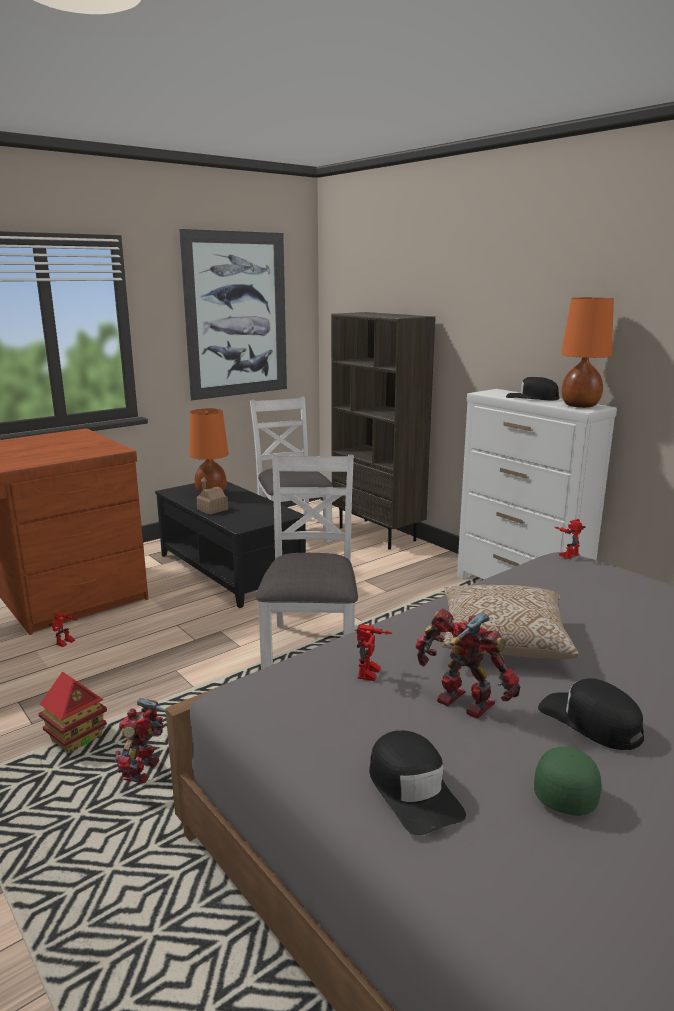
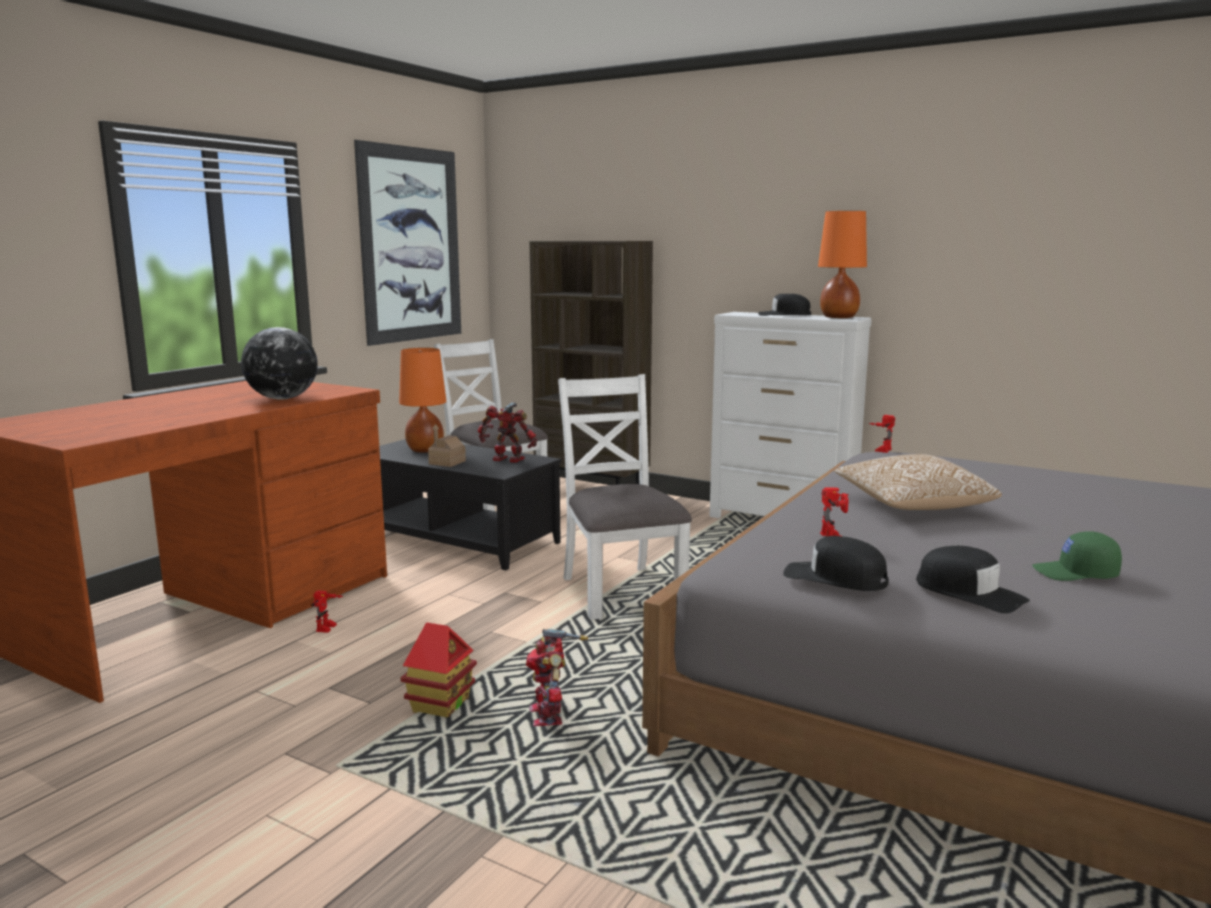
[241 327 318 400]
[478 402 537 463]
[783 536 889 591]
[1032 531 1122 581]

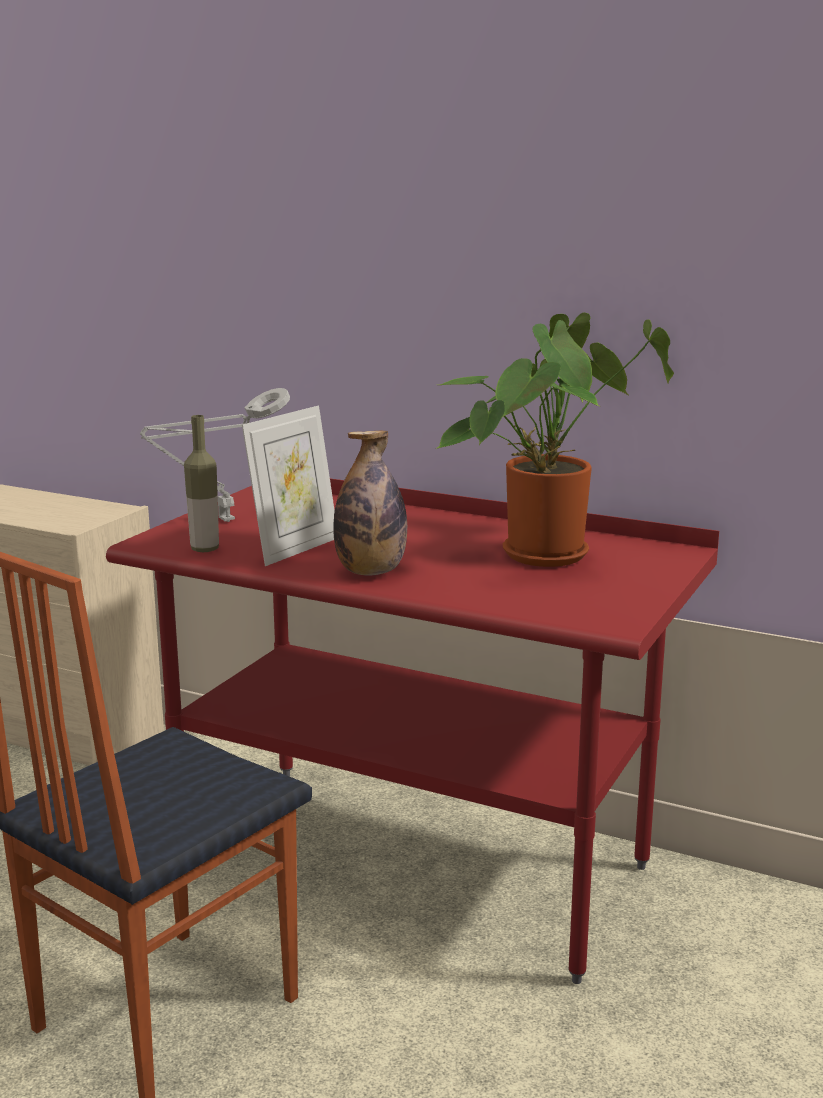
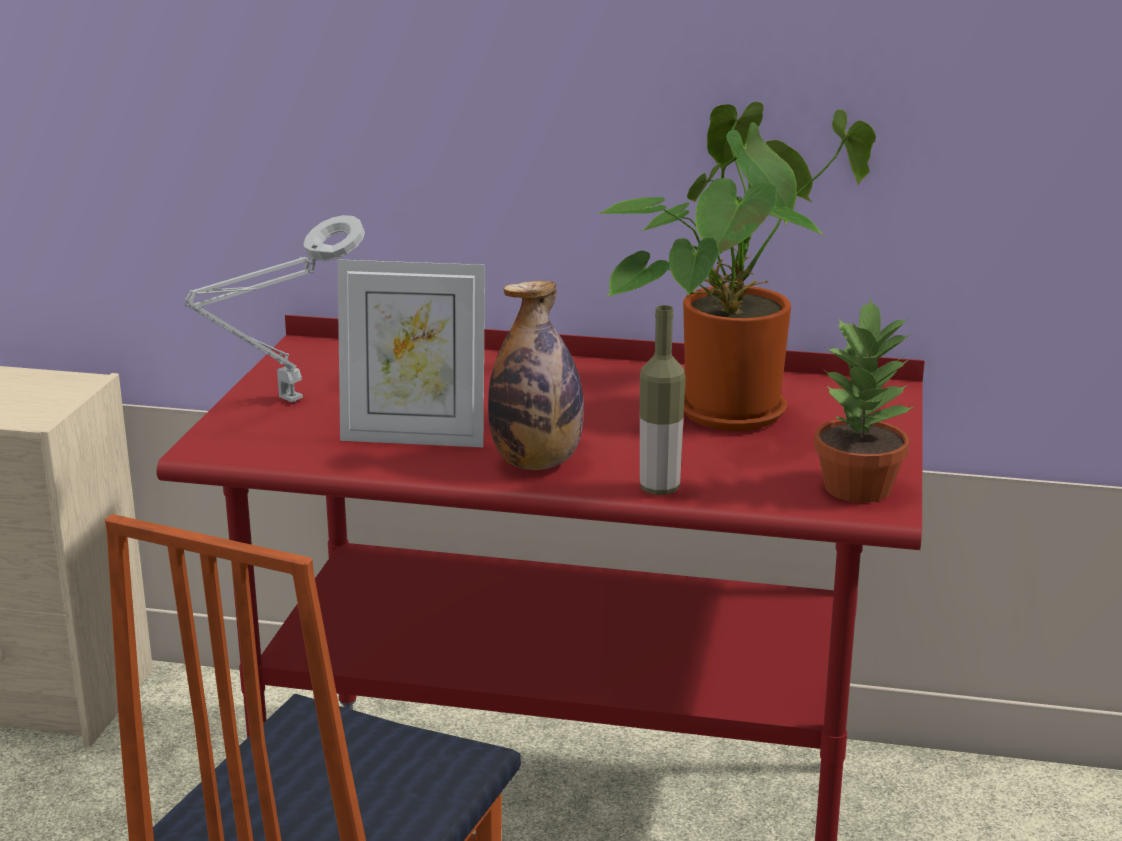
[337 260 485 447]
[640 305 685 495]
[814 299 914 503]

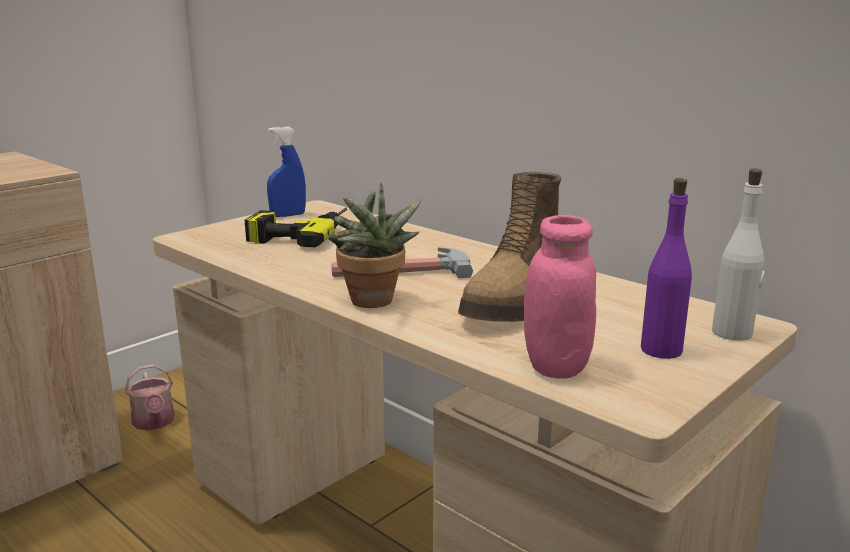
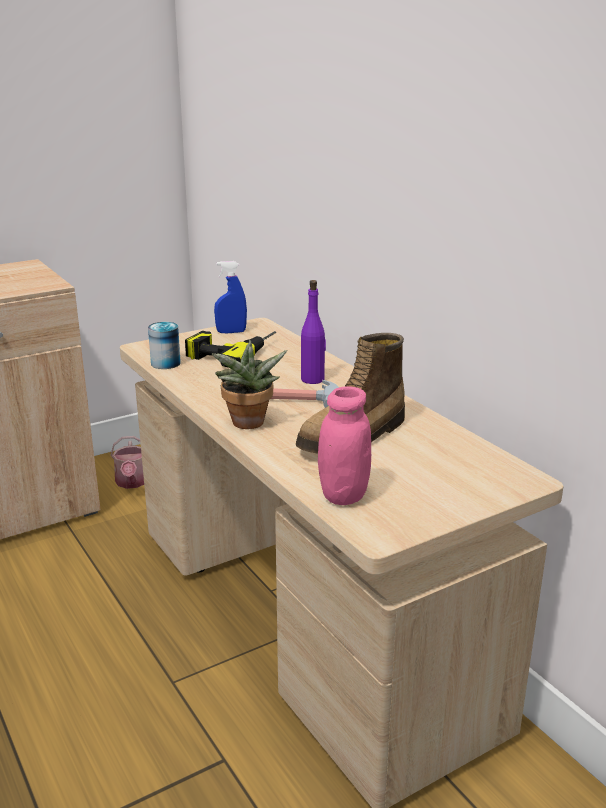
[148 322 181 369]
[301 280 326 384]
[712 168 764 341] (first image)

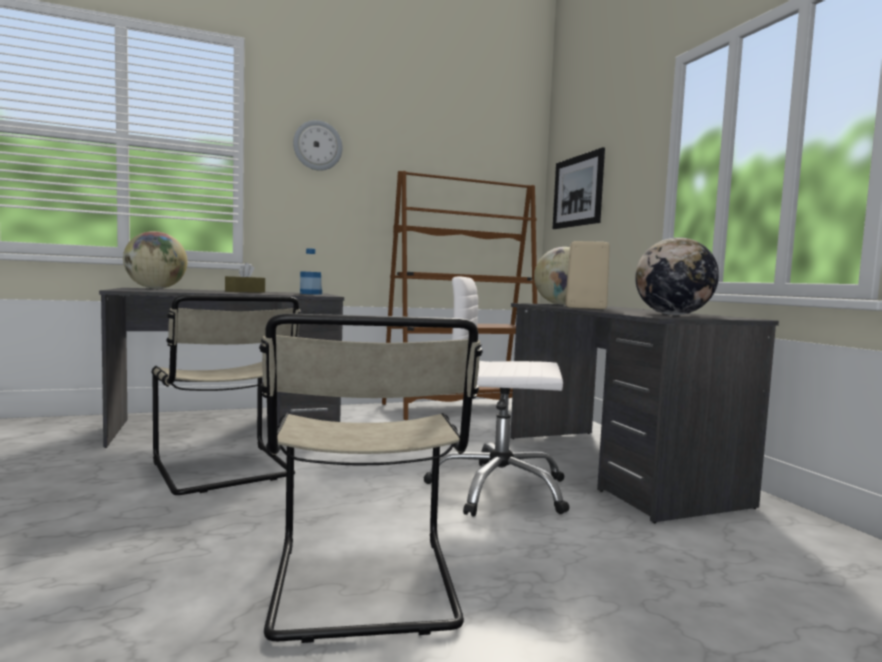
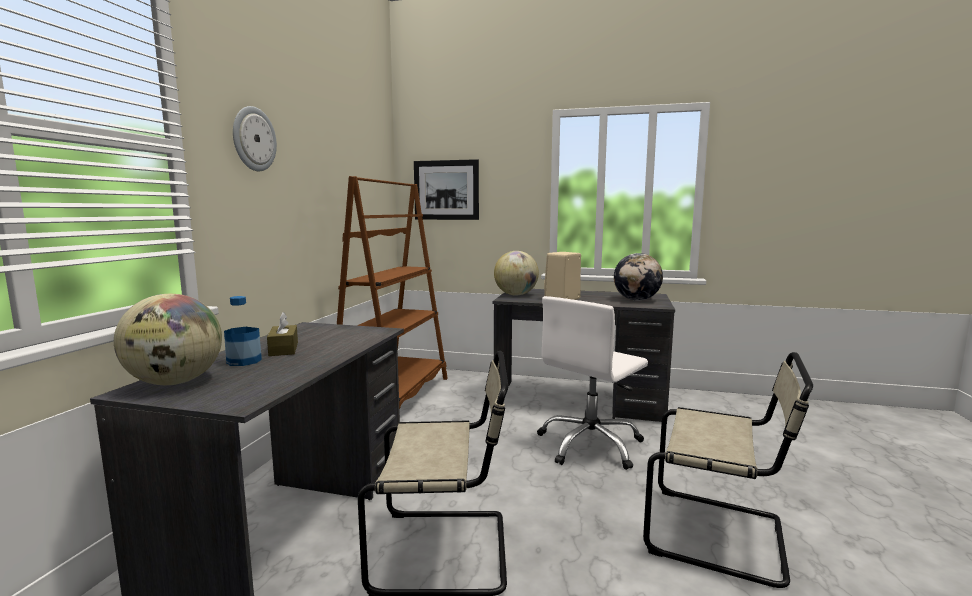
[224 296 262 366]

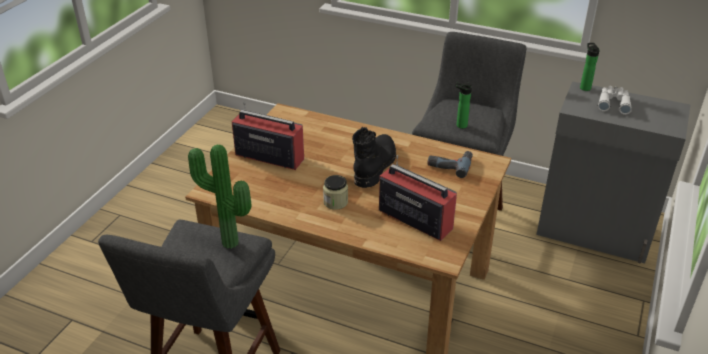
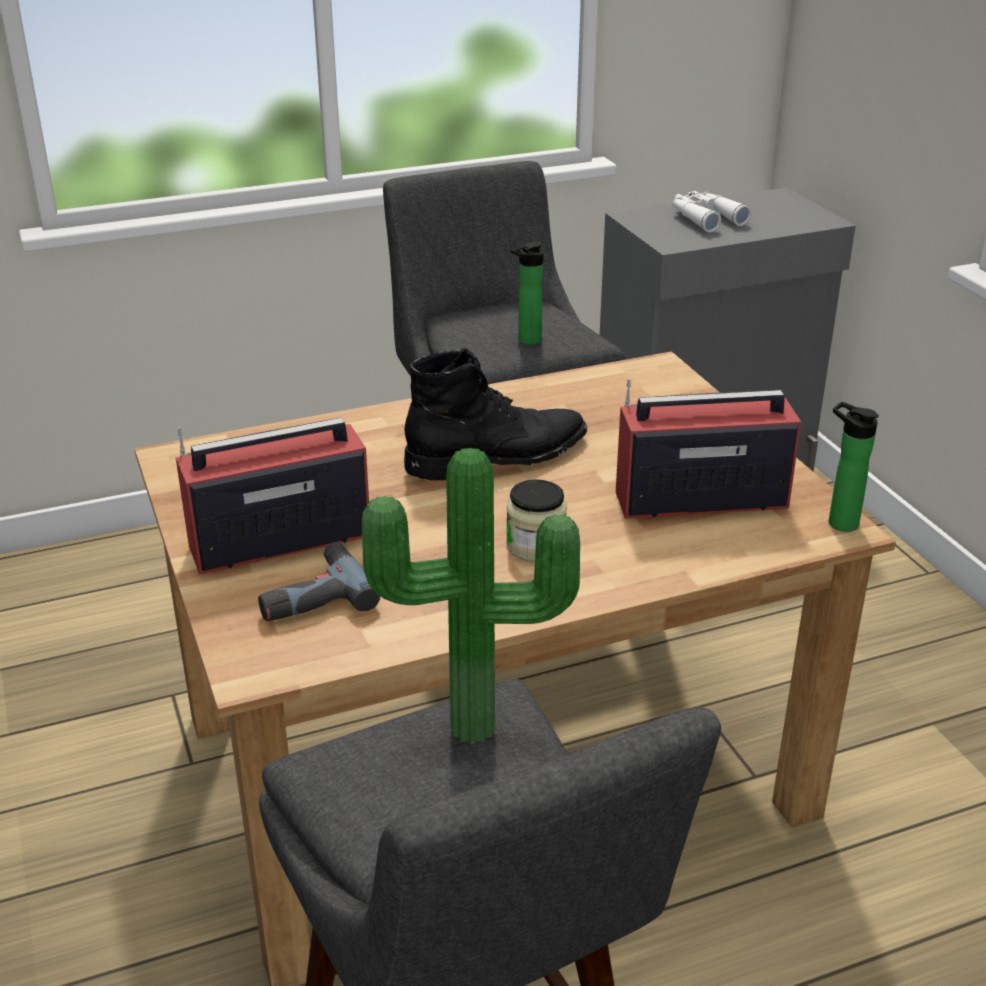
[258 542 380 621]
[404 348 588 481]
[829 402 879 532]

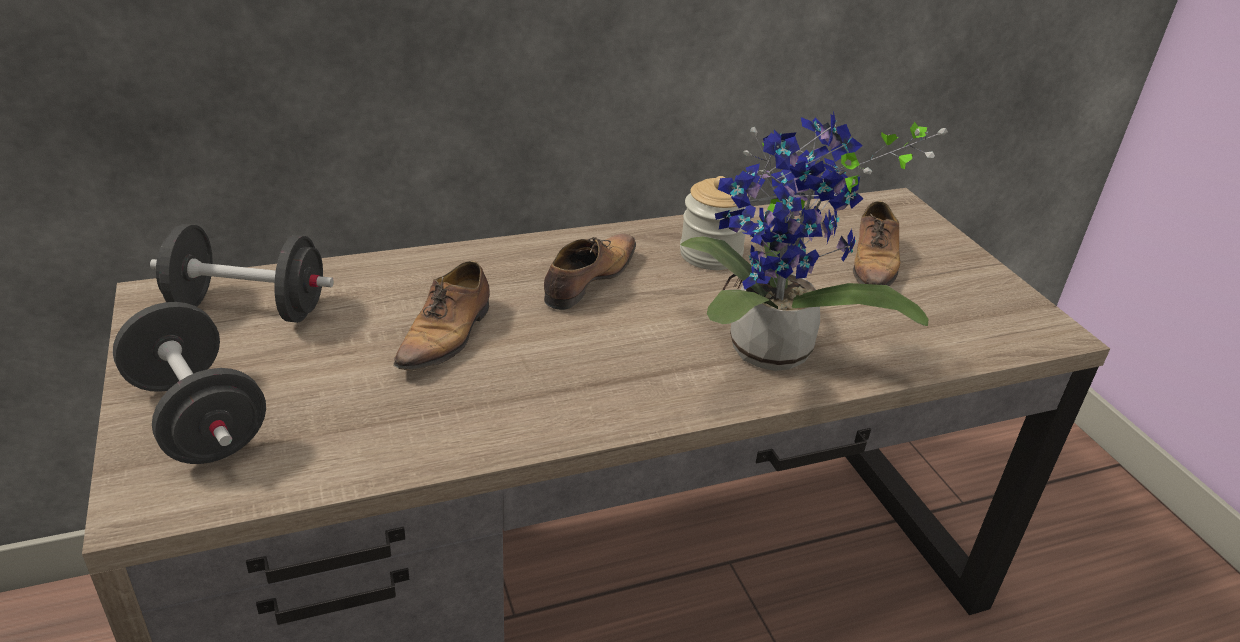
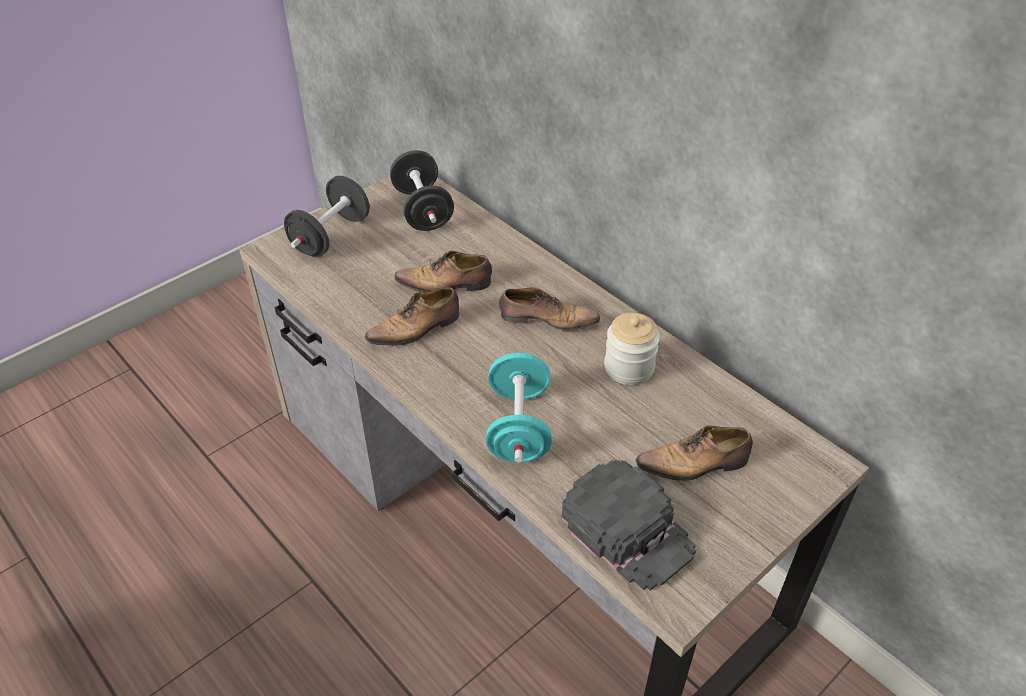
[365 287 459 346]
[486 353 552 463]
[562 460 696 591]

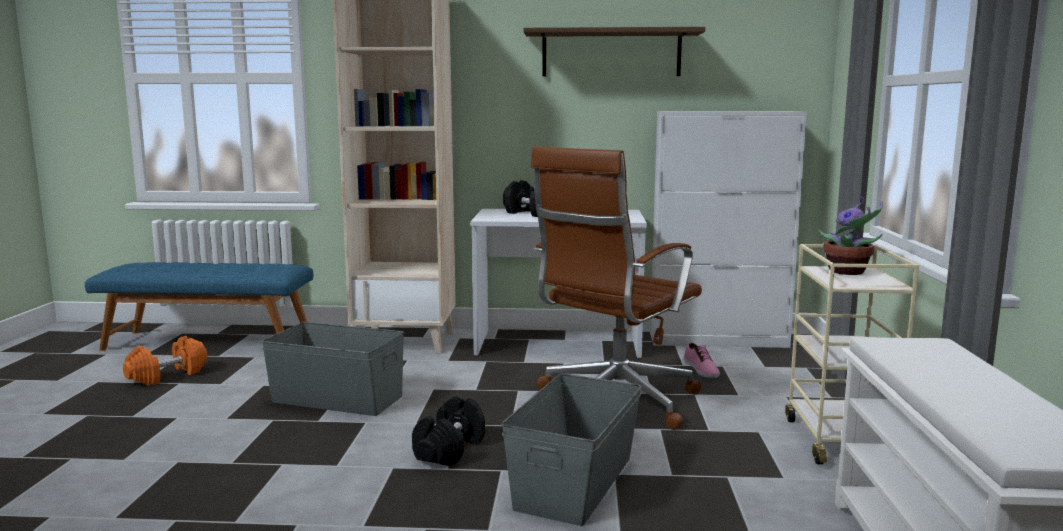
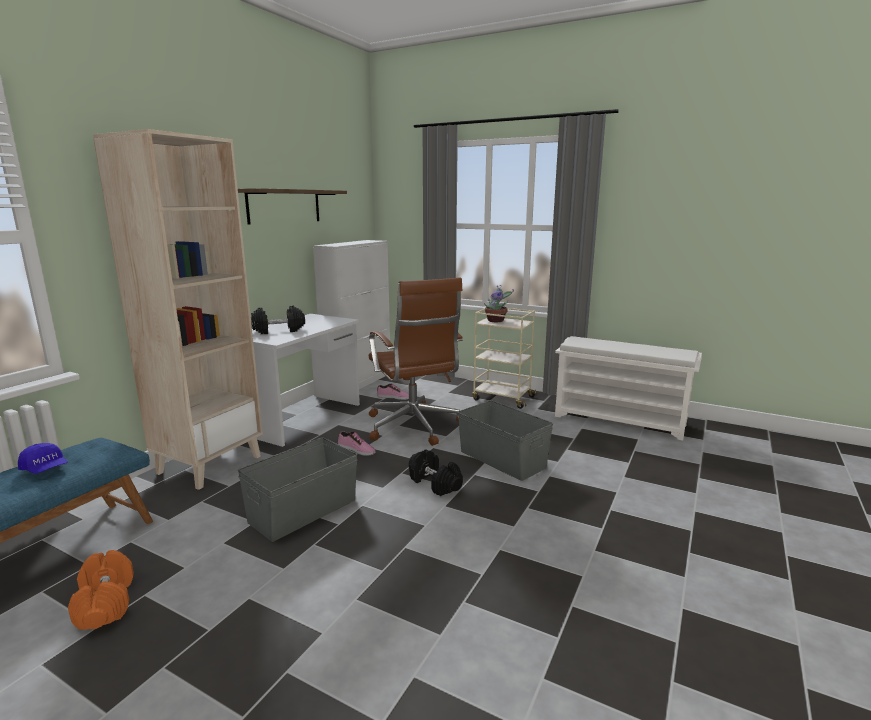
[18 443 68 474]
[338 431 376 456]

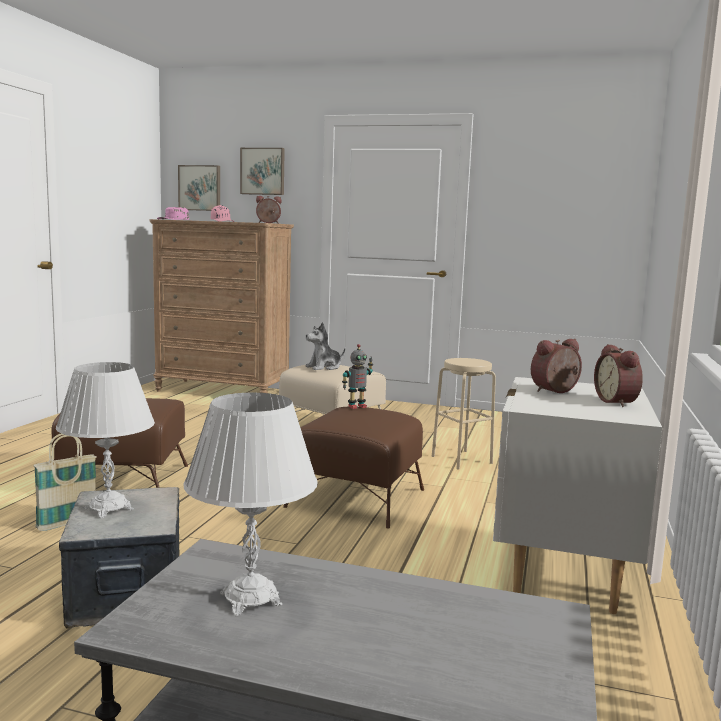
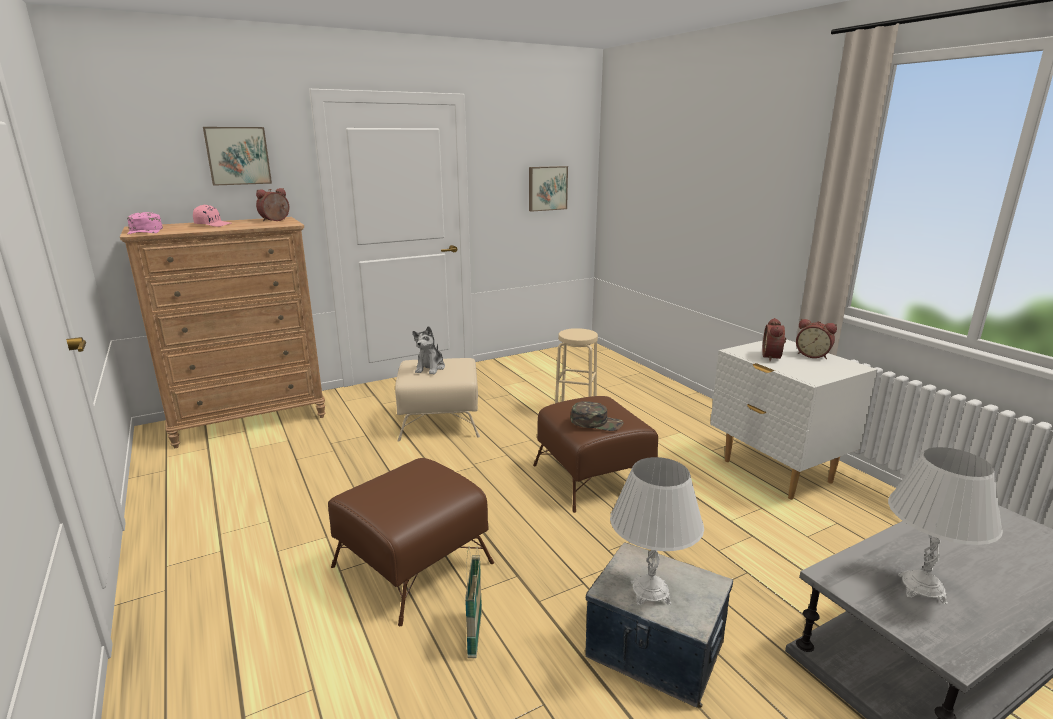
[529 166 568 212]
[571 401 624 431]
[342 344 373 409] (first image)

